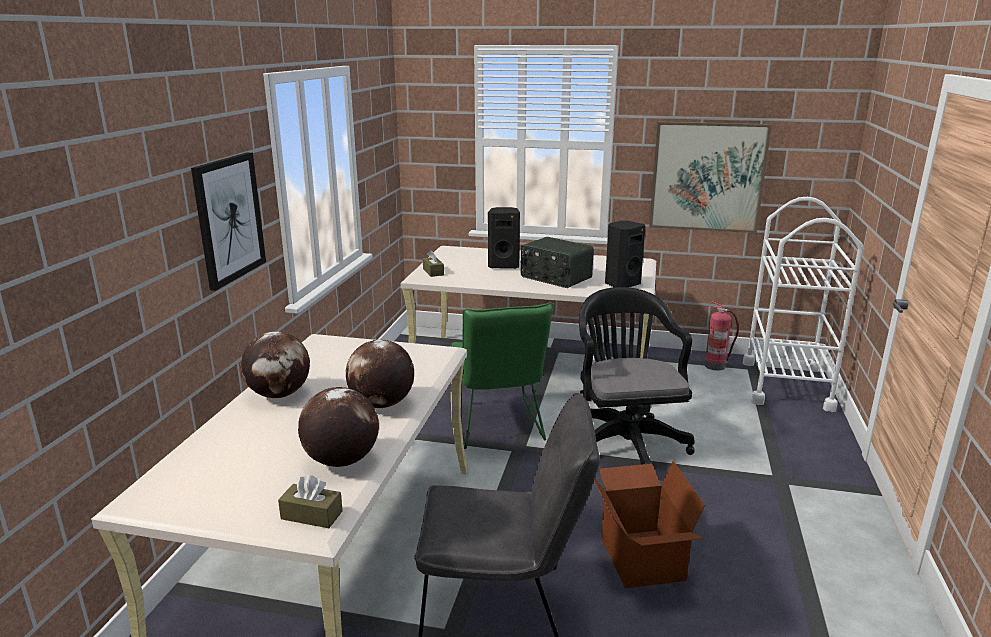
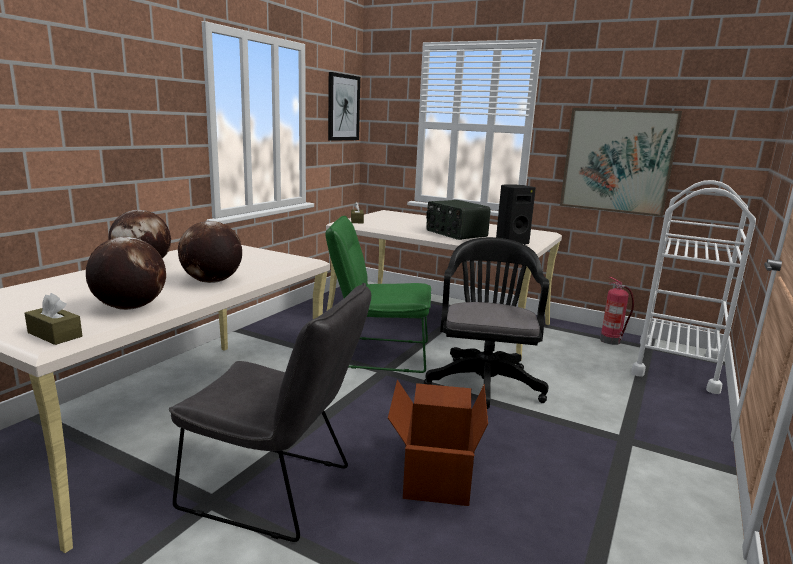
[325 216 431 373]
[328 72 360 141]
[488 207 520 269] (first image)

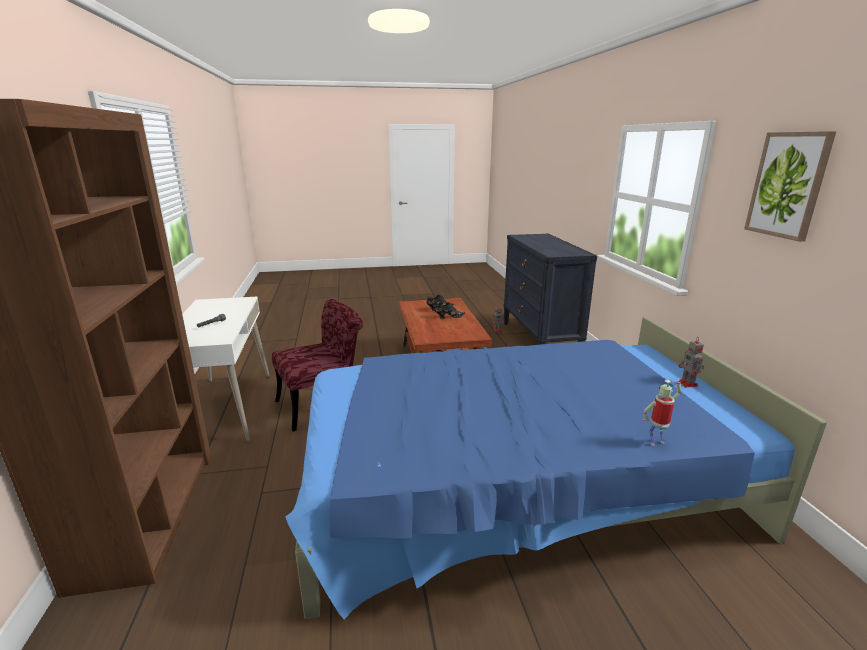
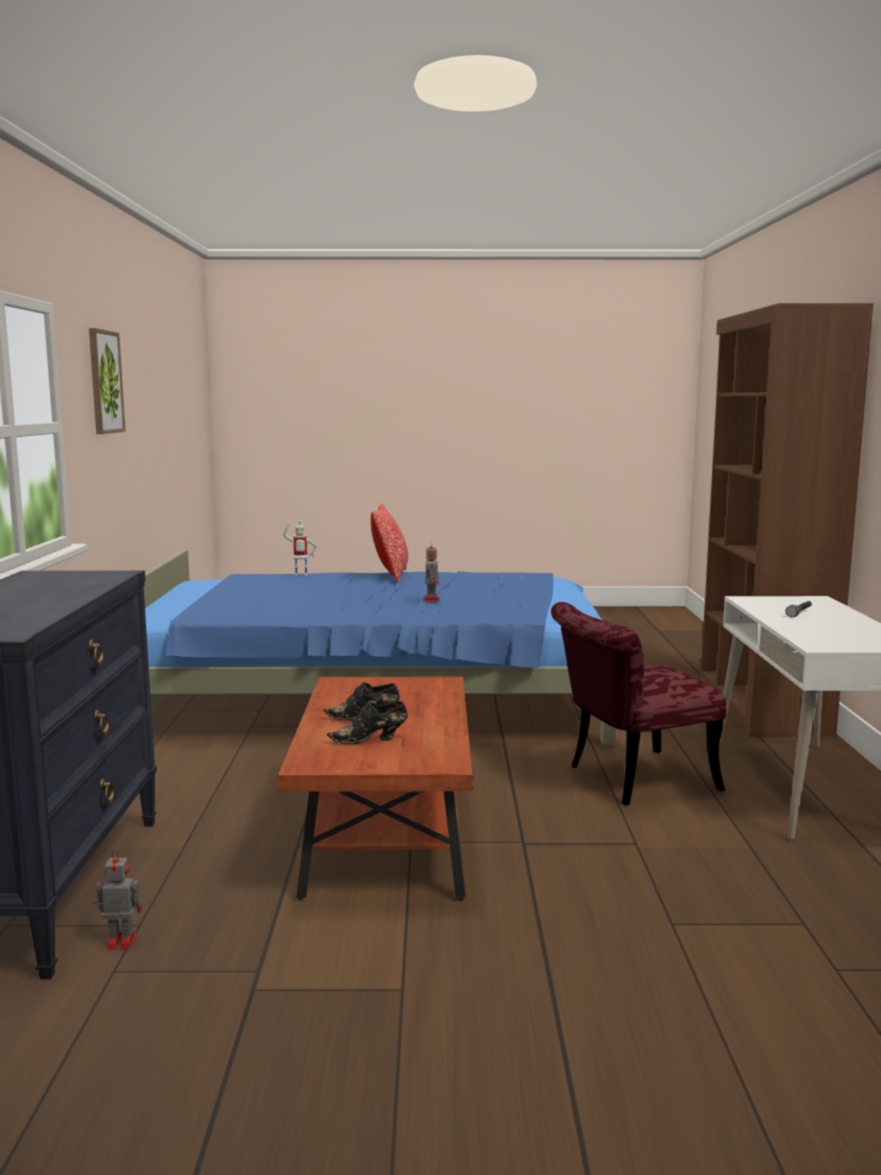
[371 503 408 583]
[423 541 440 601]

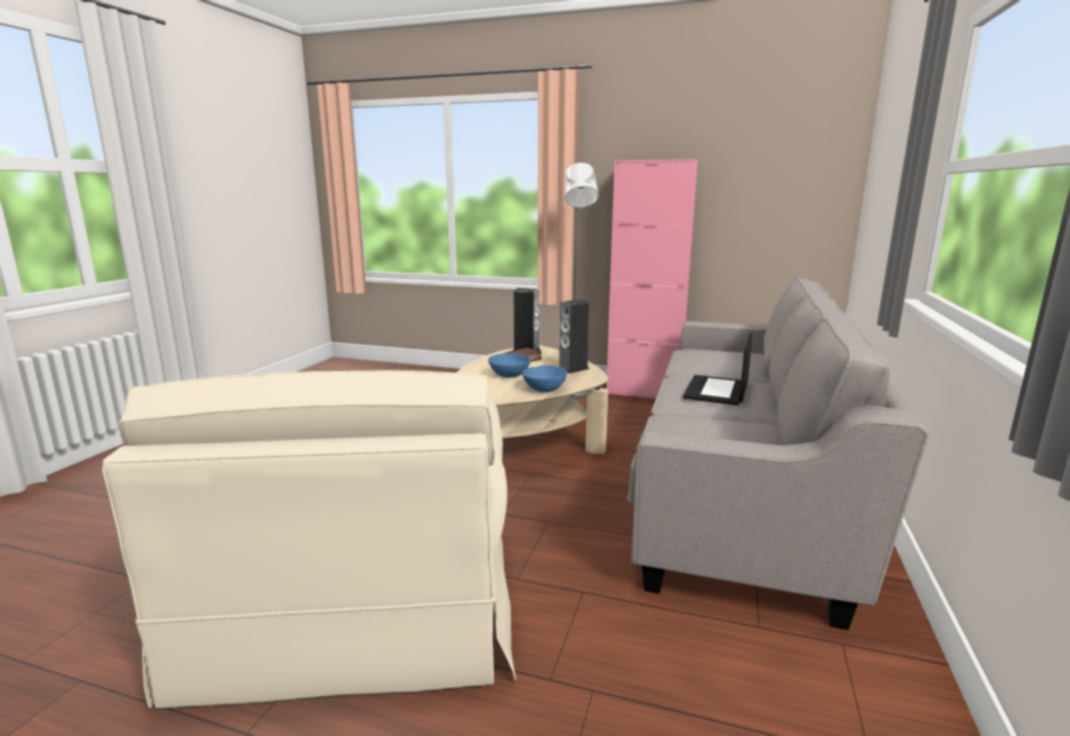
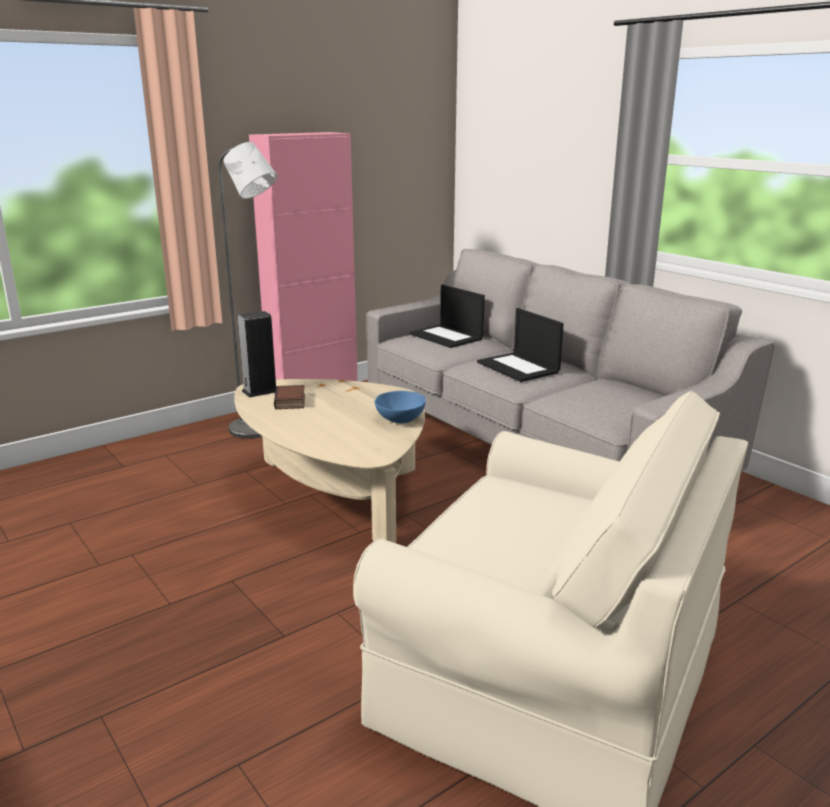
[409 285 485 348]
[488 353 530 378] (first image)
[559 299 589 374] (first image)

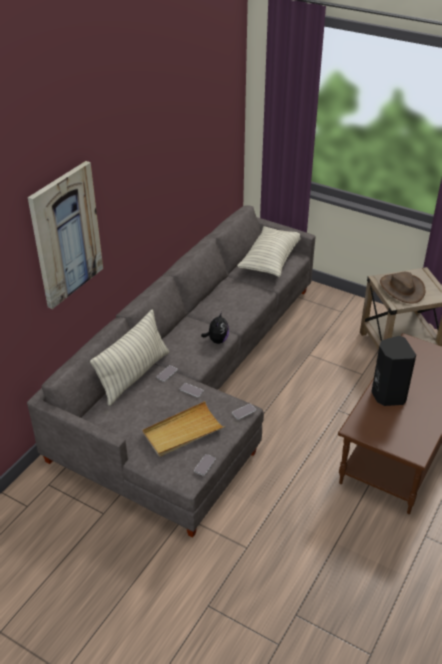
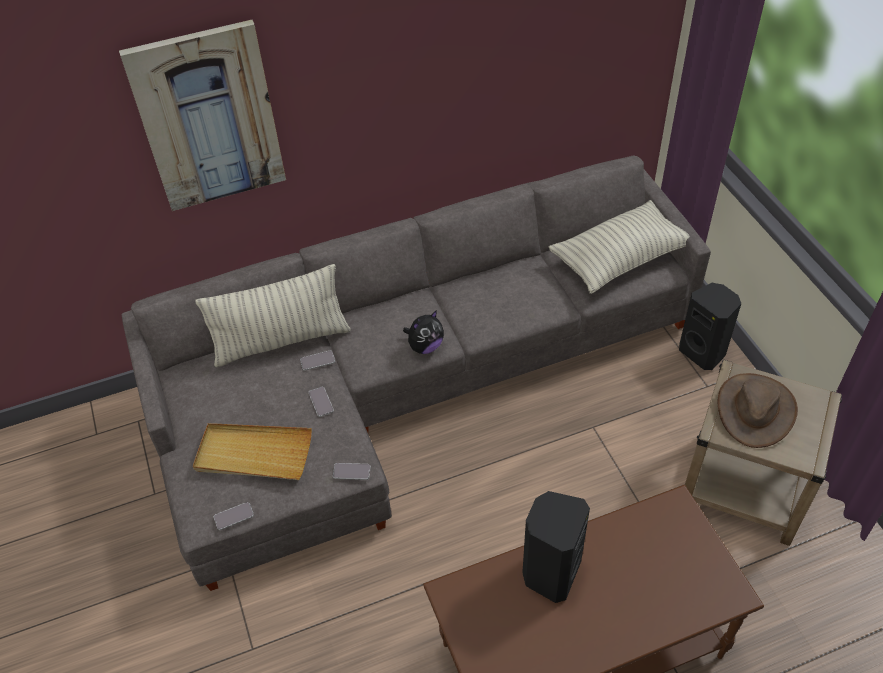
[679 283 741 370]

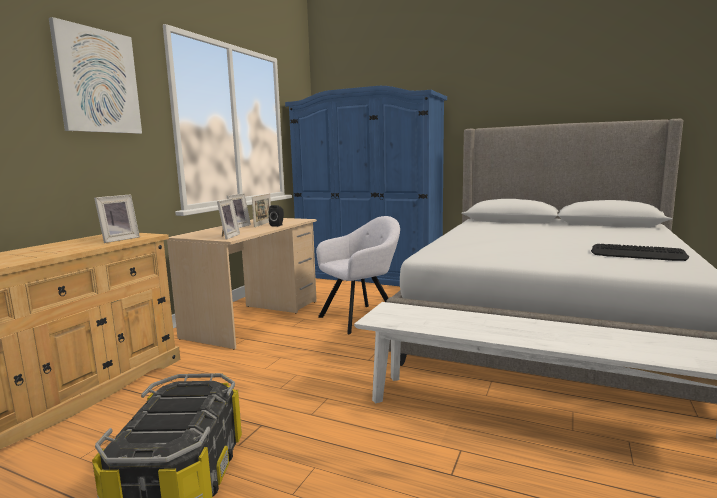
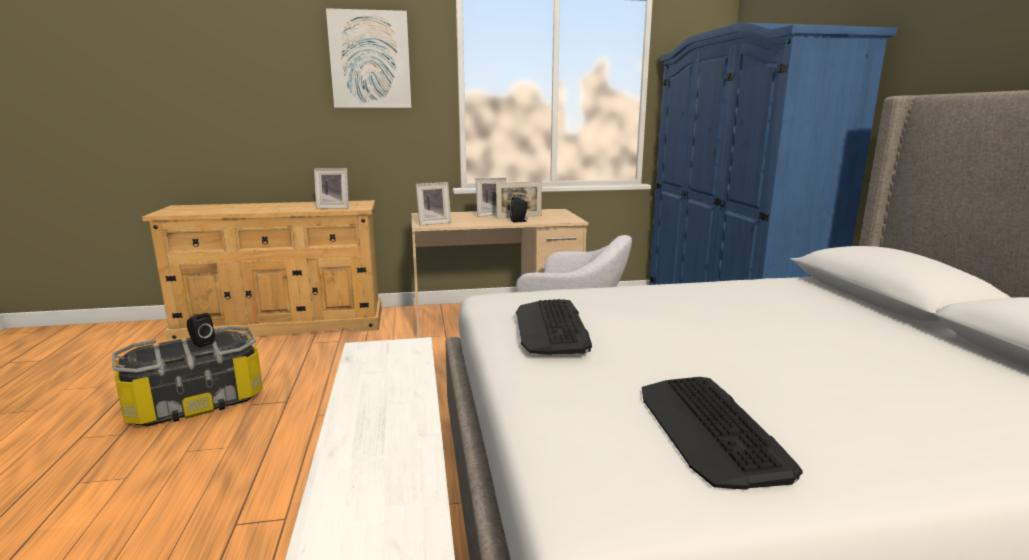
[187 313 215 347]
[516 299 592 355]

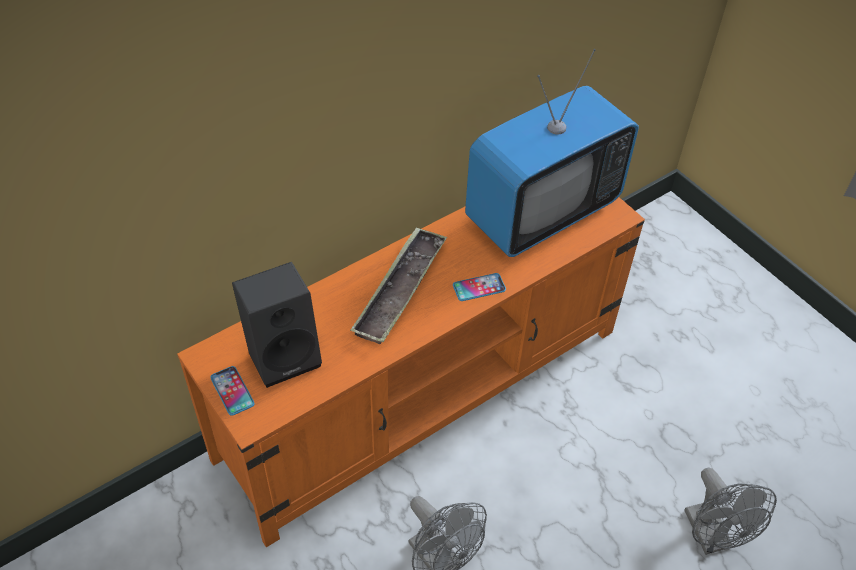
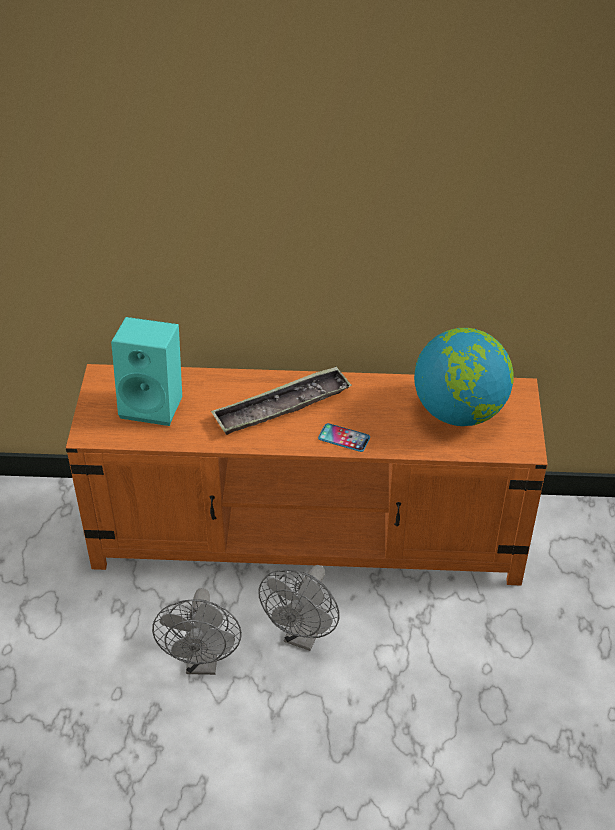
[111 317 182 426]
[258 565 339 651]
[414 328 514 426]
[210 366 255 416] (first image)

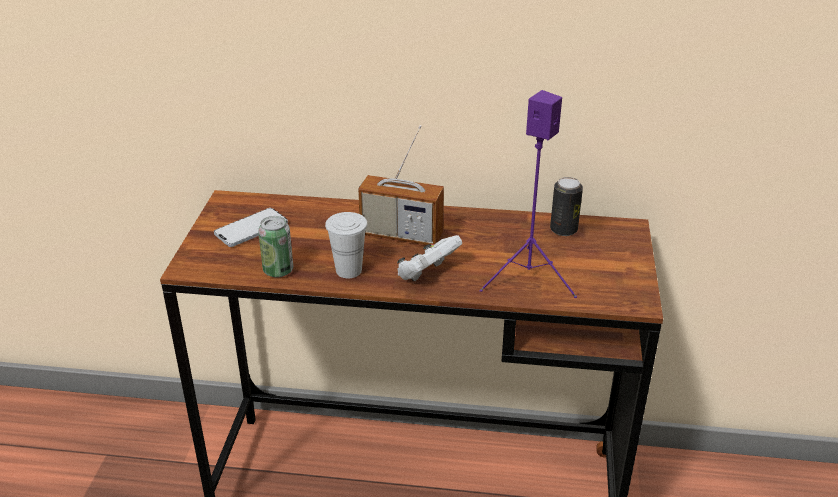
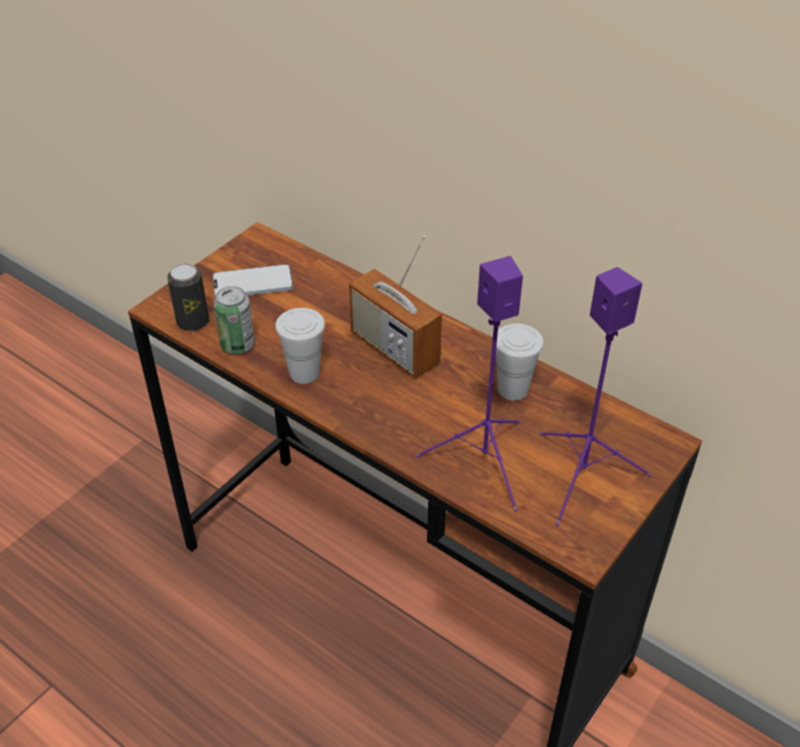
[167 263 209 331]
[496 323 544 401]
[540 267 651 526]
[397 235 462 281] (first image)

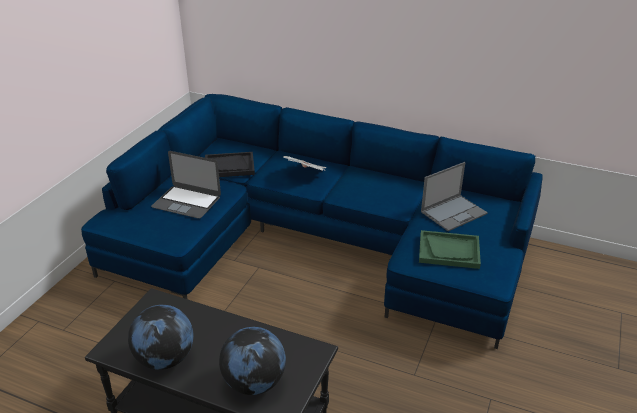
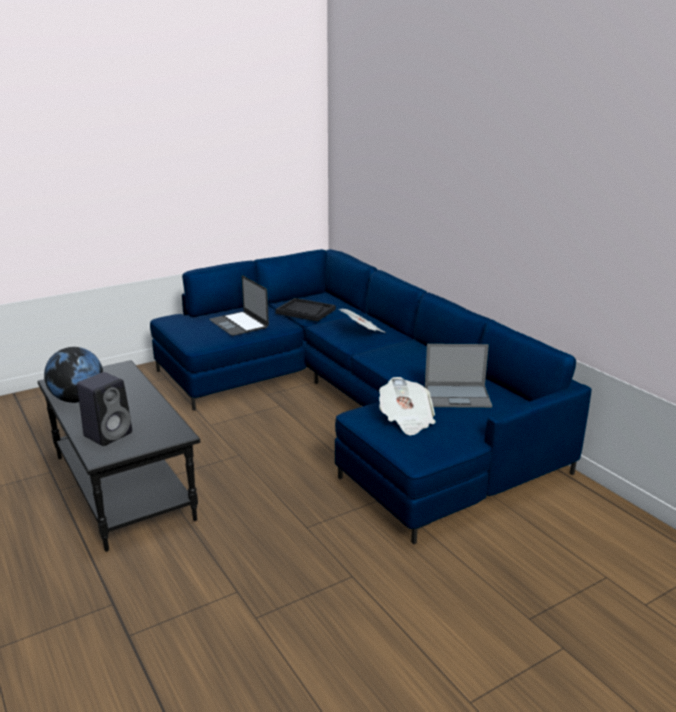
[77 372 132 446]
[379 377 436 436]

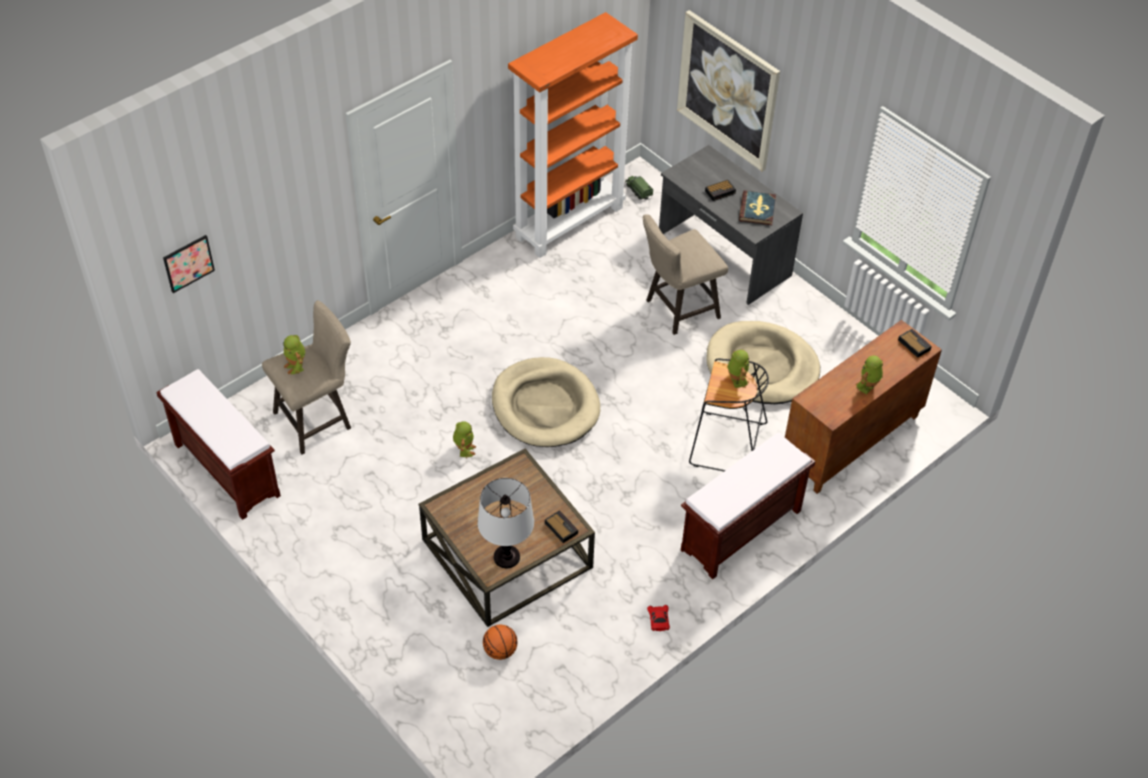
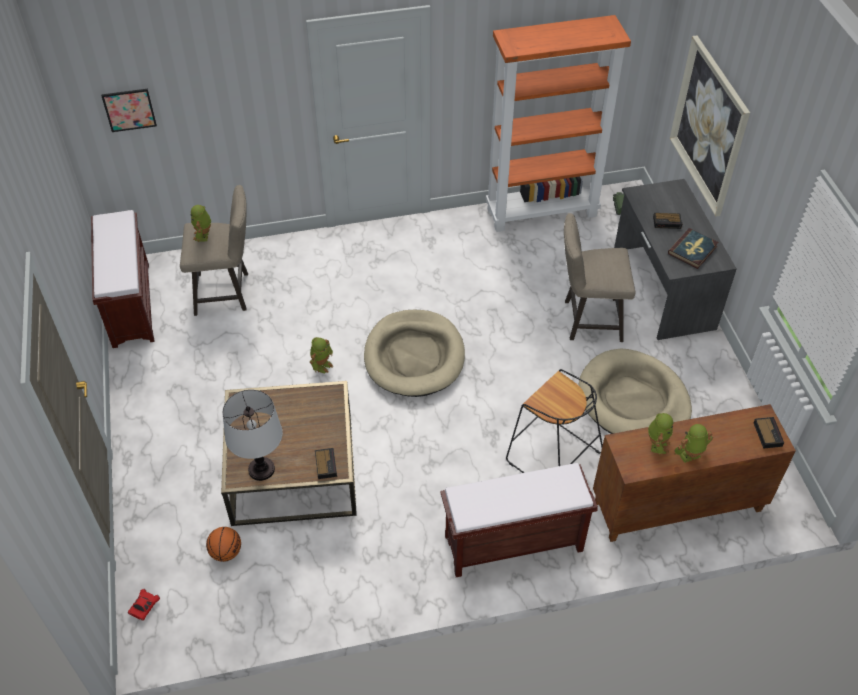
[128 589 160 621]
[648 413 674 456]

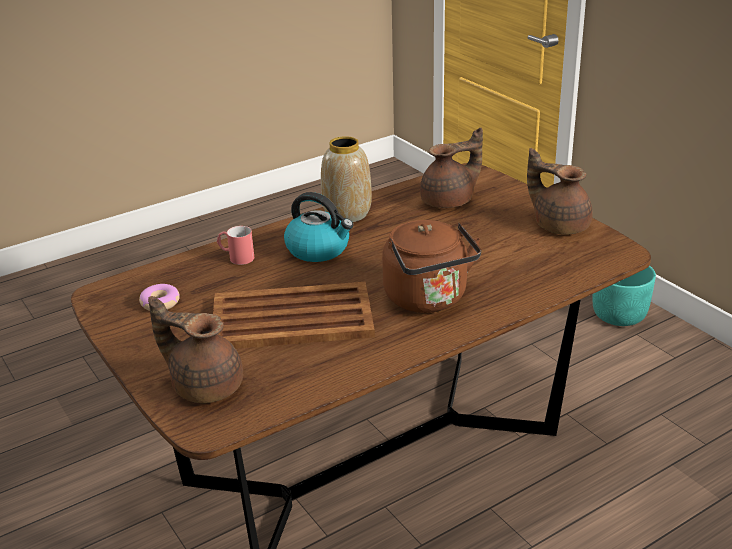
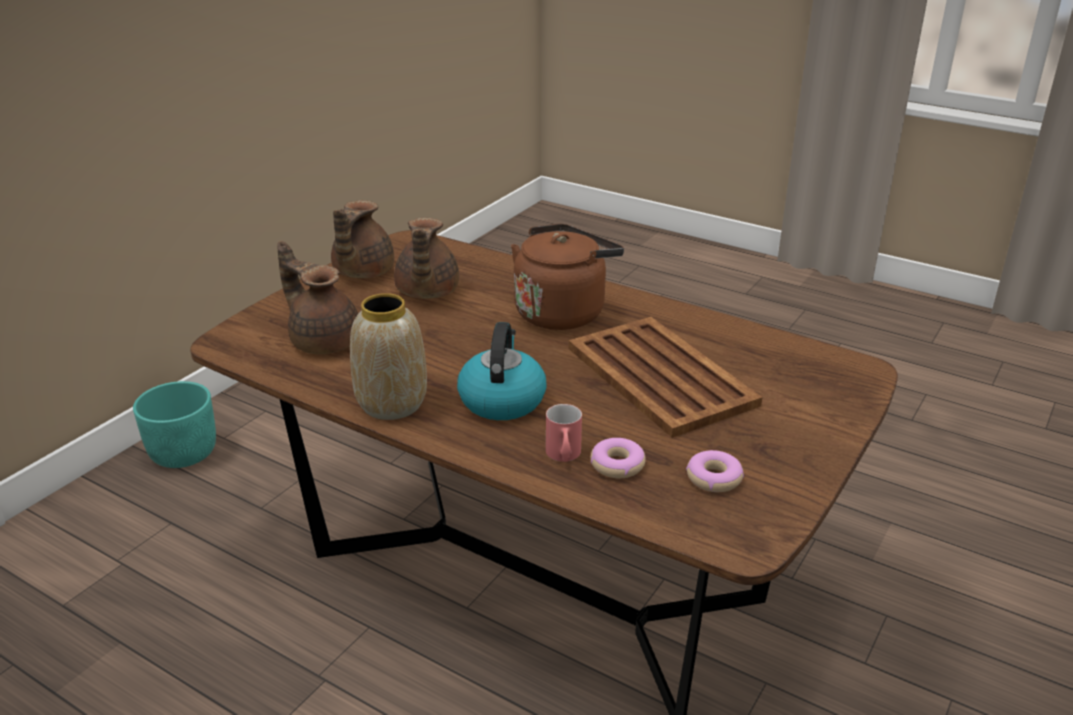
[394 218 459 299]
[591 438 646 478]

